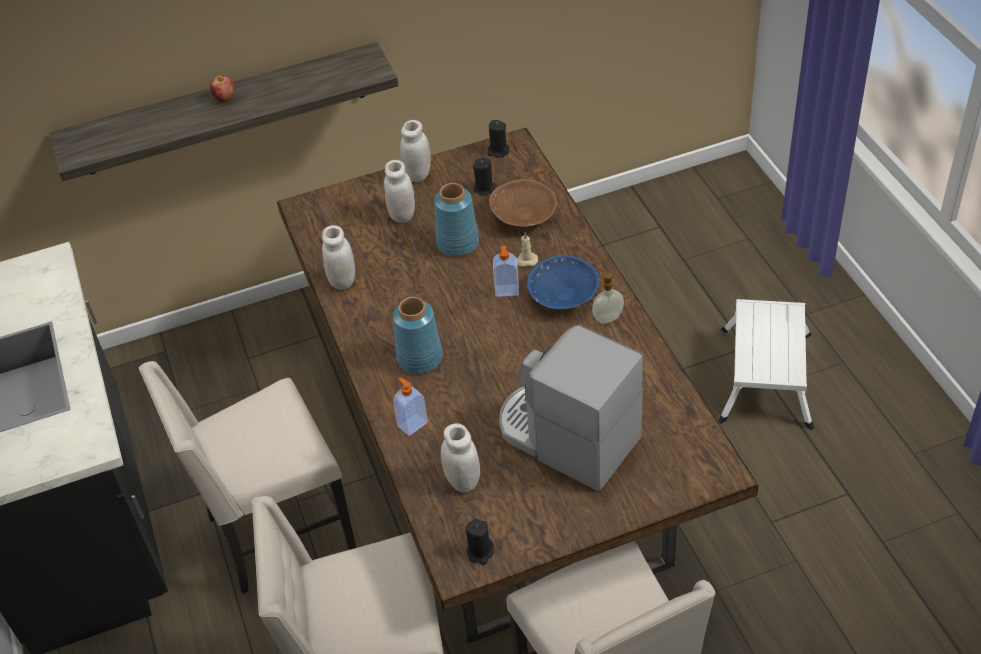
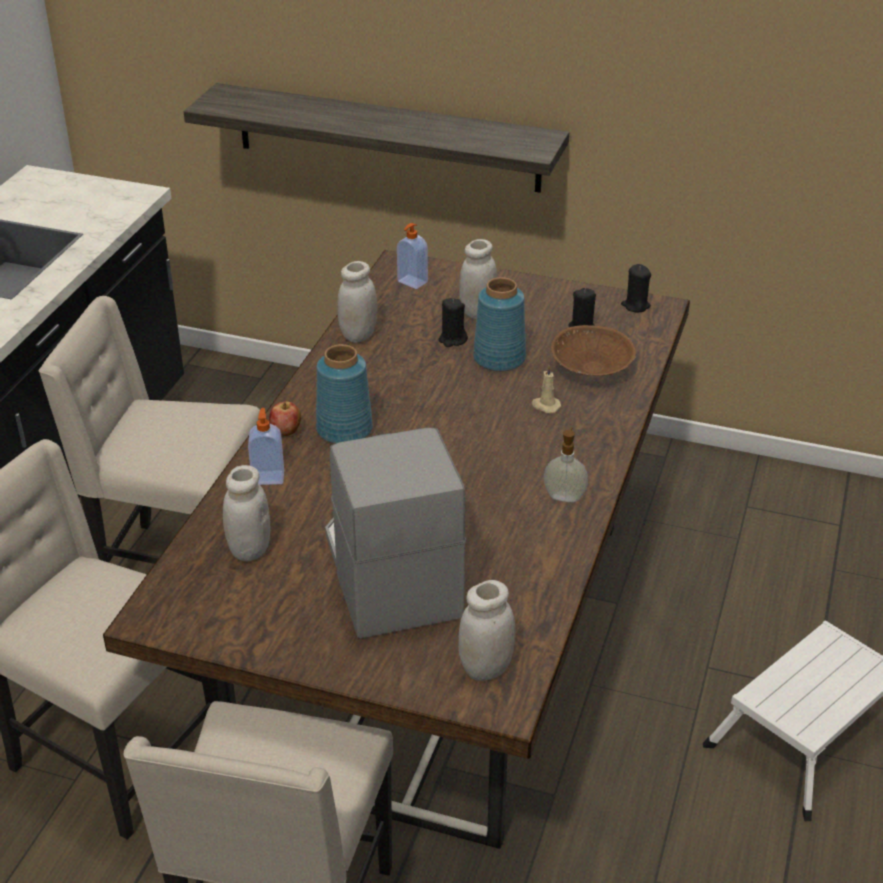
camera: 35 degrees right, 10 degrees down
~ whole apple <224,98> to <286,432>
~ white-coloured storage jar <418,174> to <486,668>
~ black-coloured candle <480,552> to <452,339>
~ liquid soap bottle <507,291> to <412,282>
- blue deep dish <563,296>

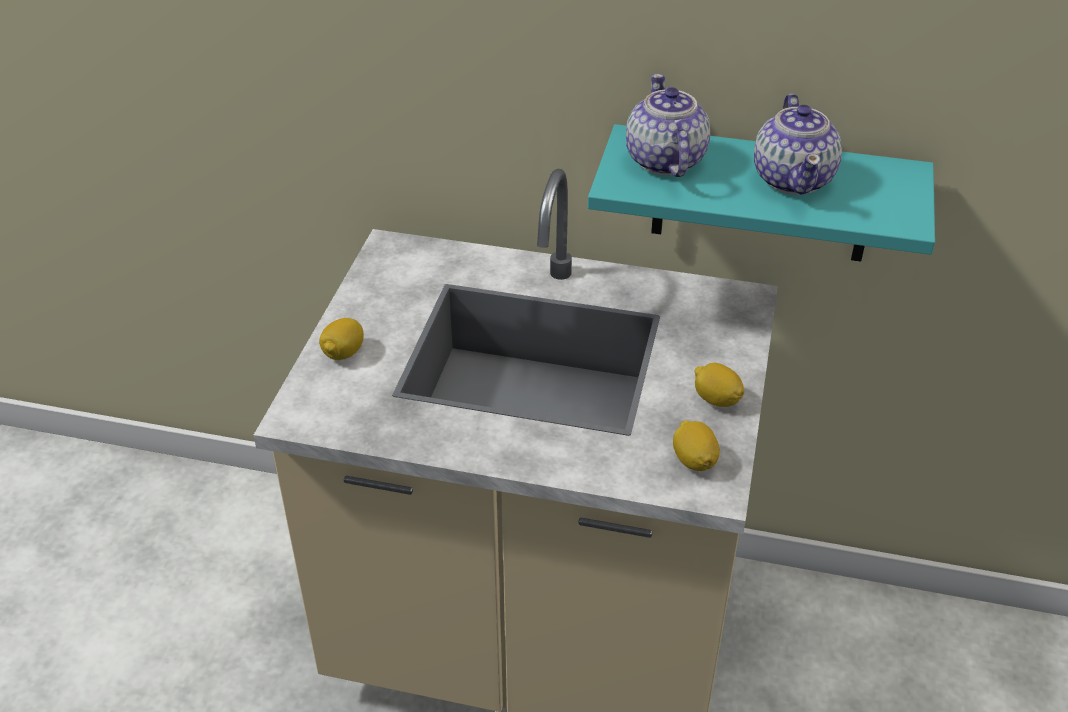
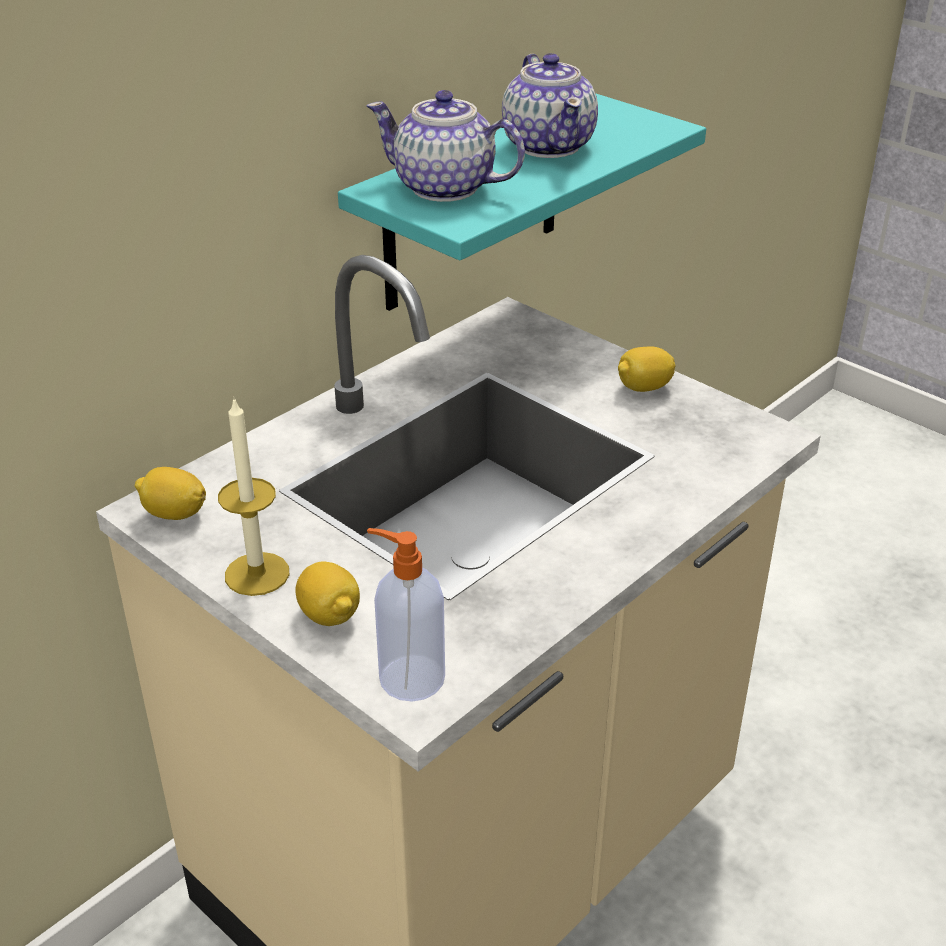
camera: 60 degrees left, 5 degrees down
~ citrus fruit <694,460> to <174,514>
~ teapot <793,179> = <549,145> 45 degrees clockwise
+ candle <257,574>
+ liquid soap bottle <409,677>

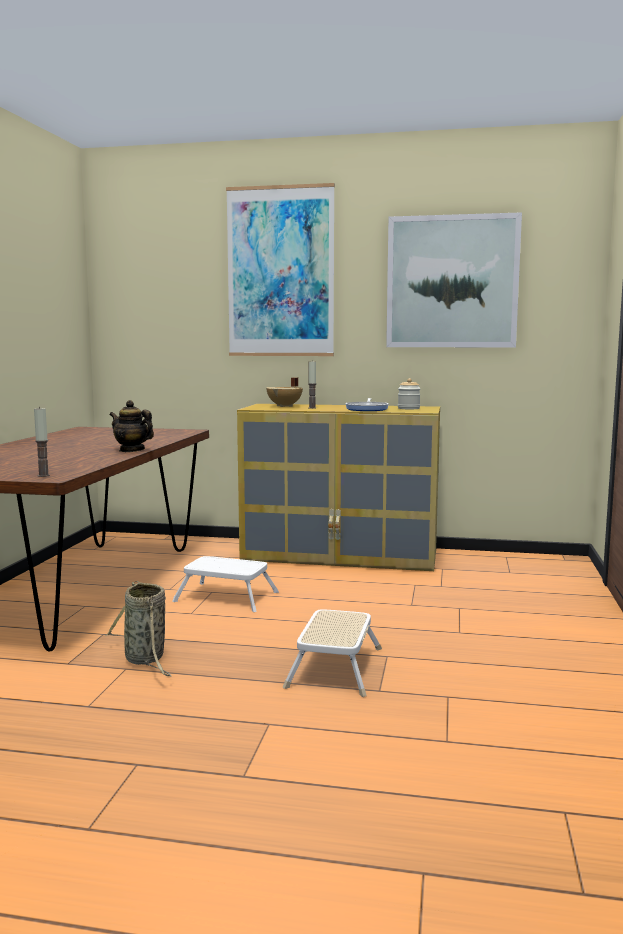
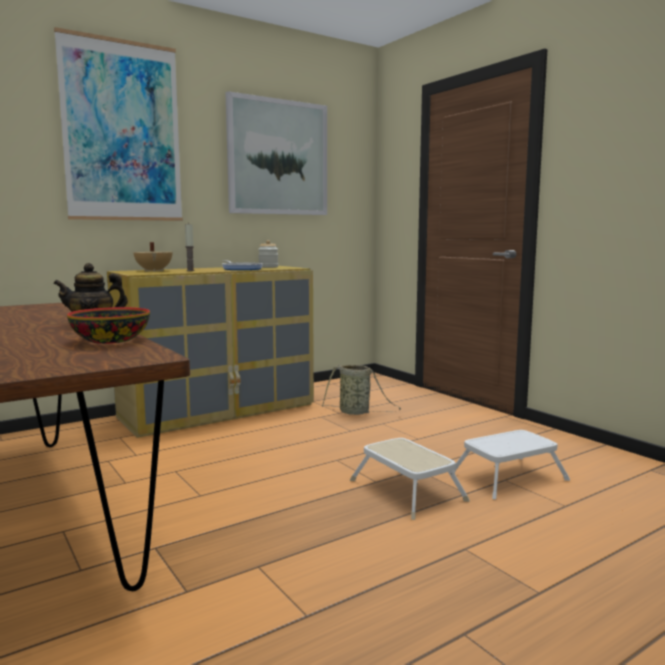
camera: 45 degrees left, 0 degrees up
- candle <43,475>
~ basket <146,660> to <356,412>
~ white-coloured step ladder <226,596> to <508,476>
+ deep dish <110,340>

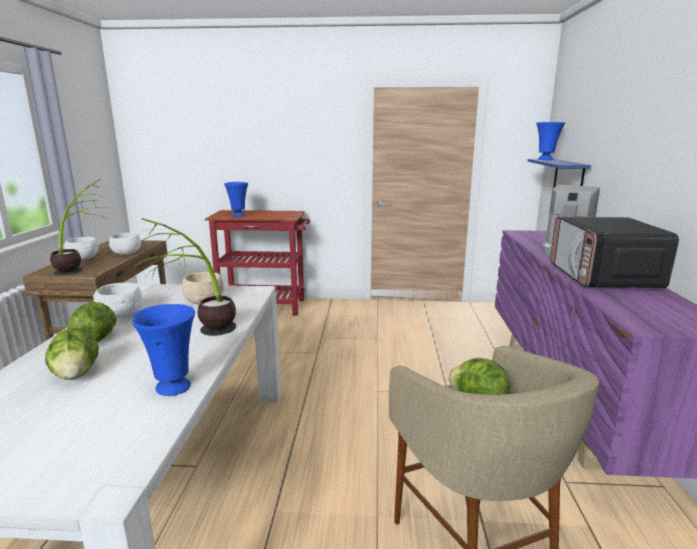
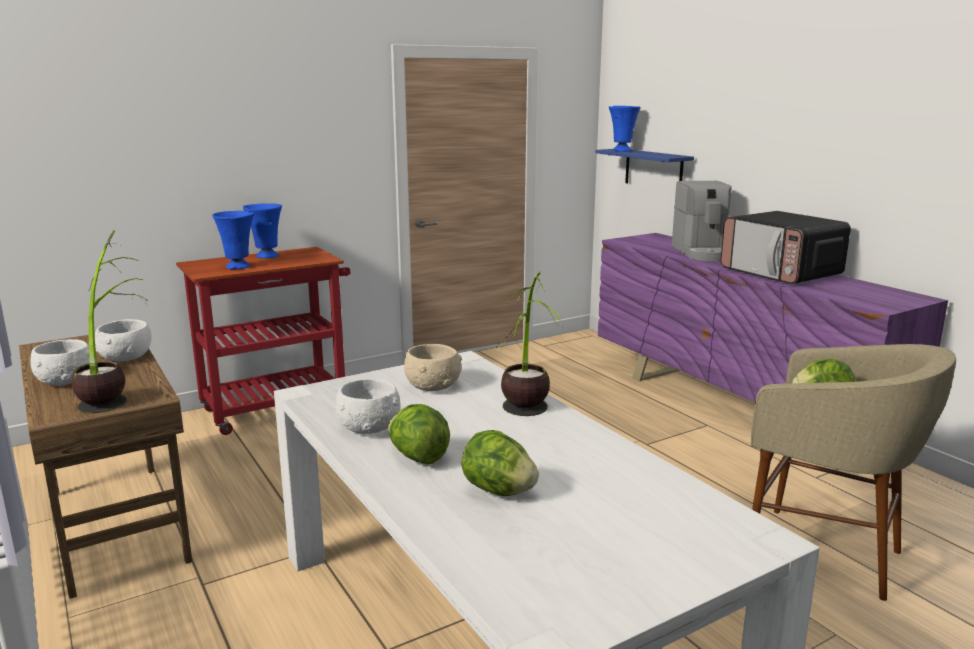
camera: 35 degrees left, 0 degrees up
~ blue decorative vase <173,387> to <266,256>

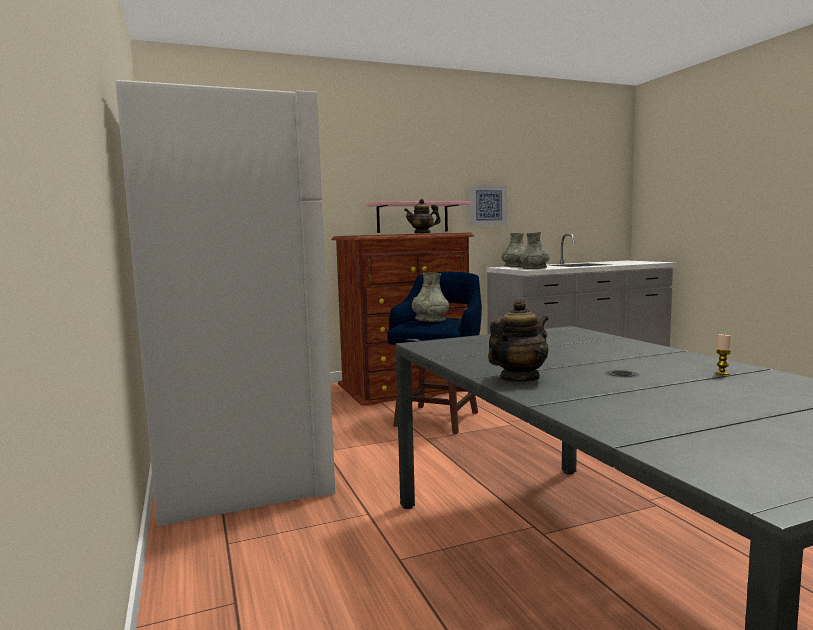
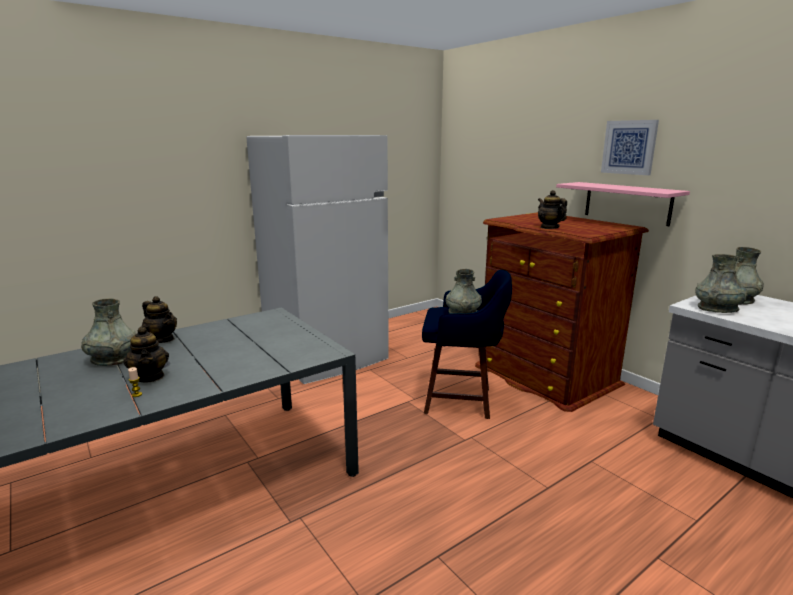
camera: 75 degrees right, 10 degrees up
~ wall art <487,205> to <629,147>
+ gray decorative vase <113,359>
+ teapot <150,377>

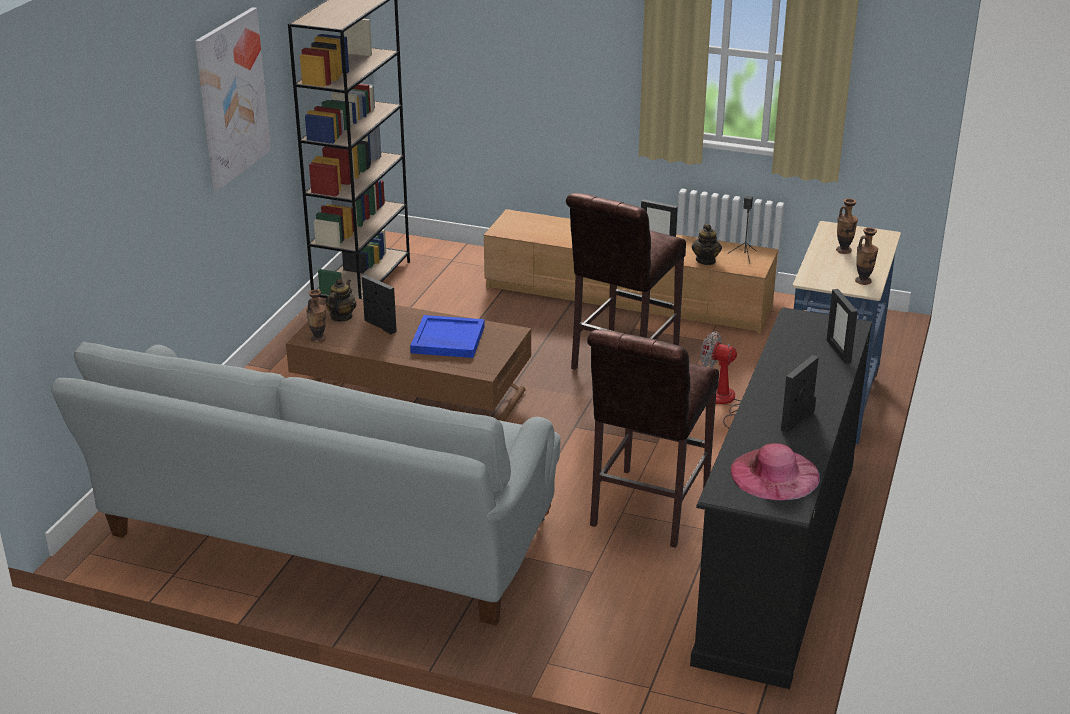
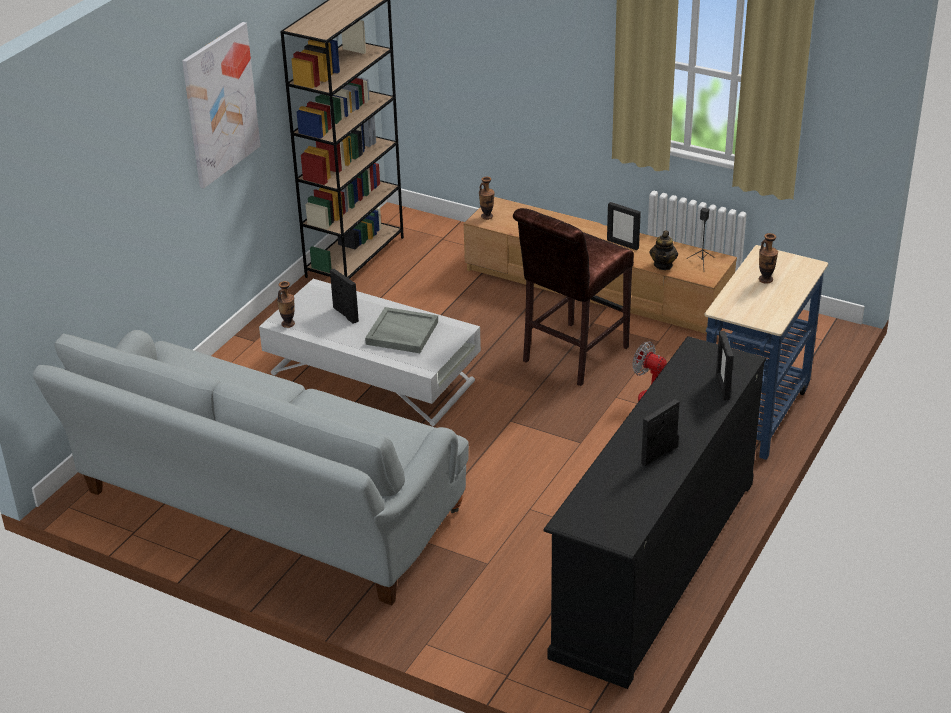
camera: 10 degrees right, 5 degrees up
~ brown-coloured coffee table <411,395> to white-coloured coffee table <371,377>
- teapot <341,317>
~ blue tray <447,340> to gray tray <401,333>
- brown-coloured sitting stool <646,511>
- pink-coloured wearable hat <774,474>
~ decorative vase <863,281> to <487,216>

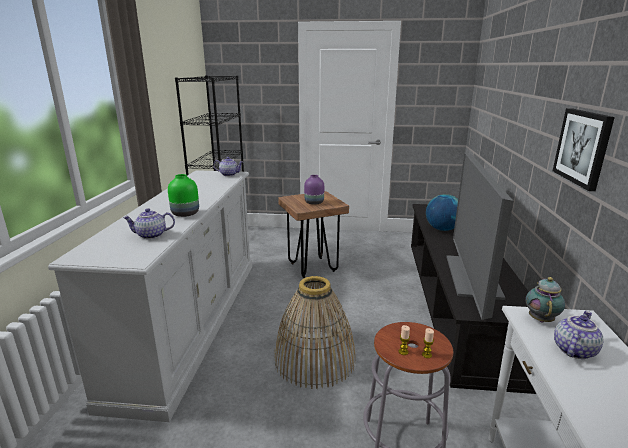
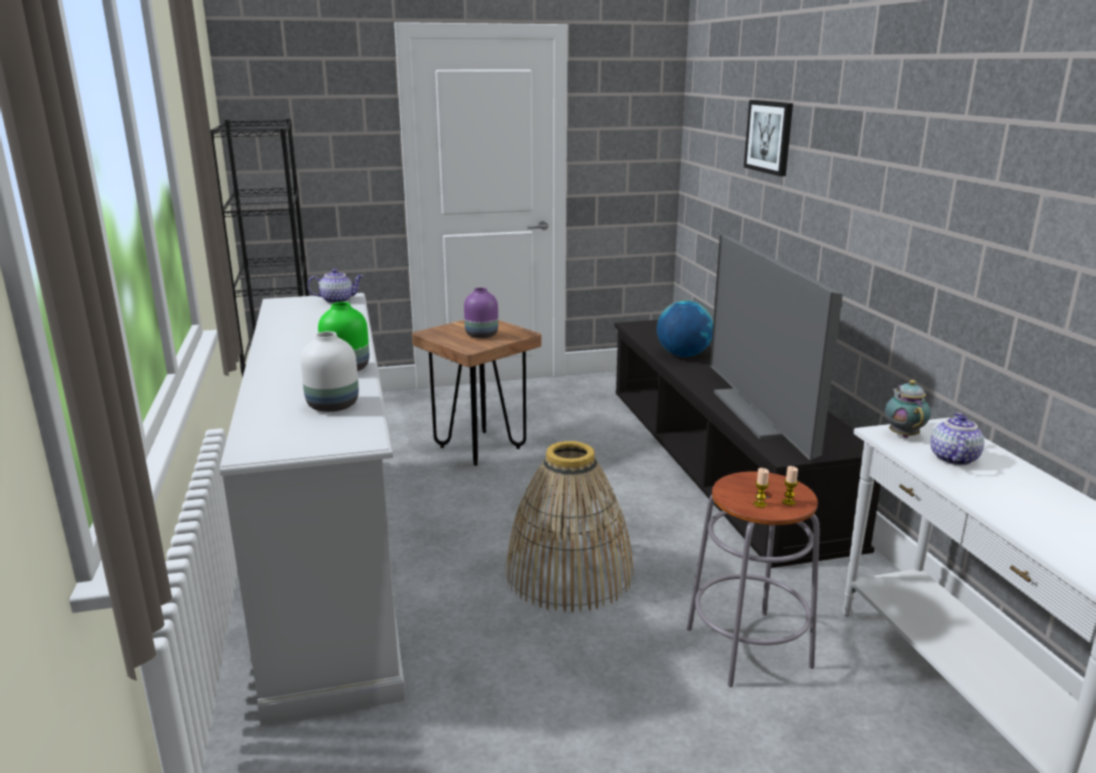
camera: 20 degrees left, 0 degrees up
~ teapot <151,235> to white-coloured decorative vase <334,406>
~ wall art <583,147> to <769,137>

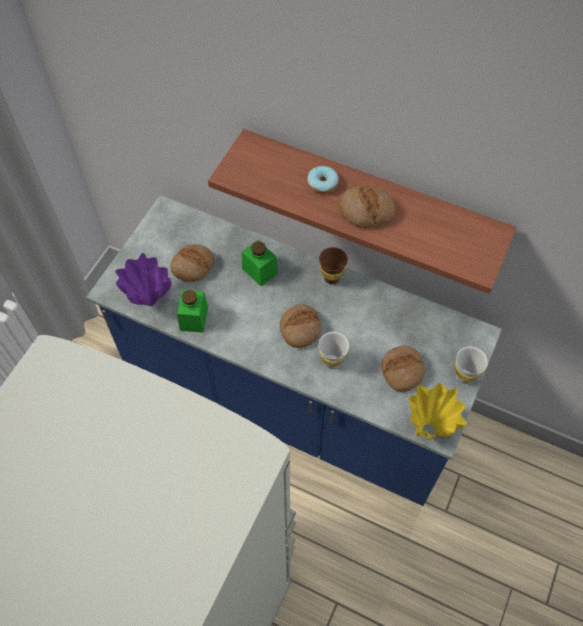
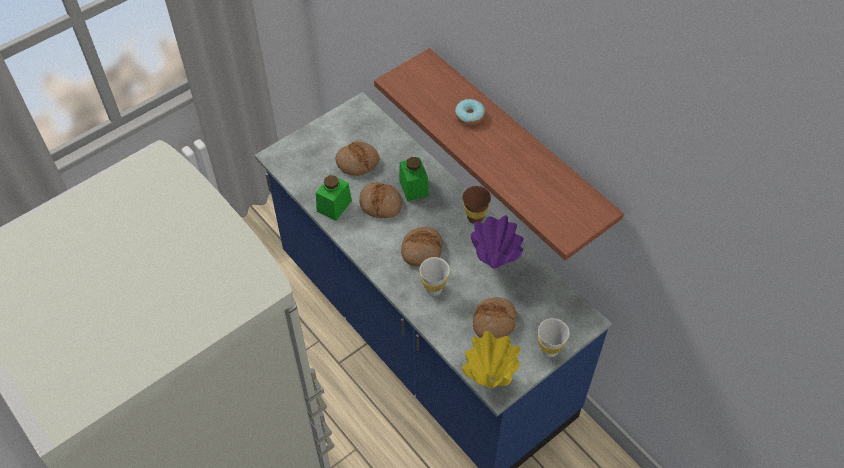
camera: 25 degrees right, 5 degrees down
~ purple decorative vase <149,301> to <493,263>
~ bread <366,210> to <380,204>

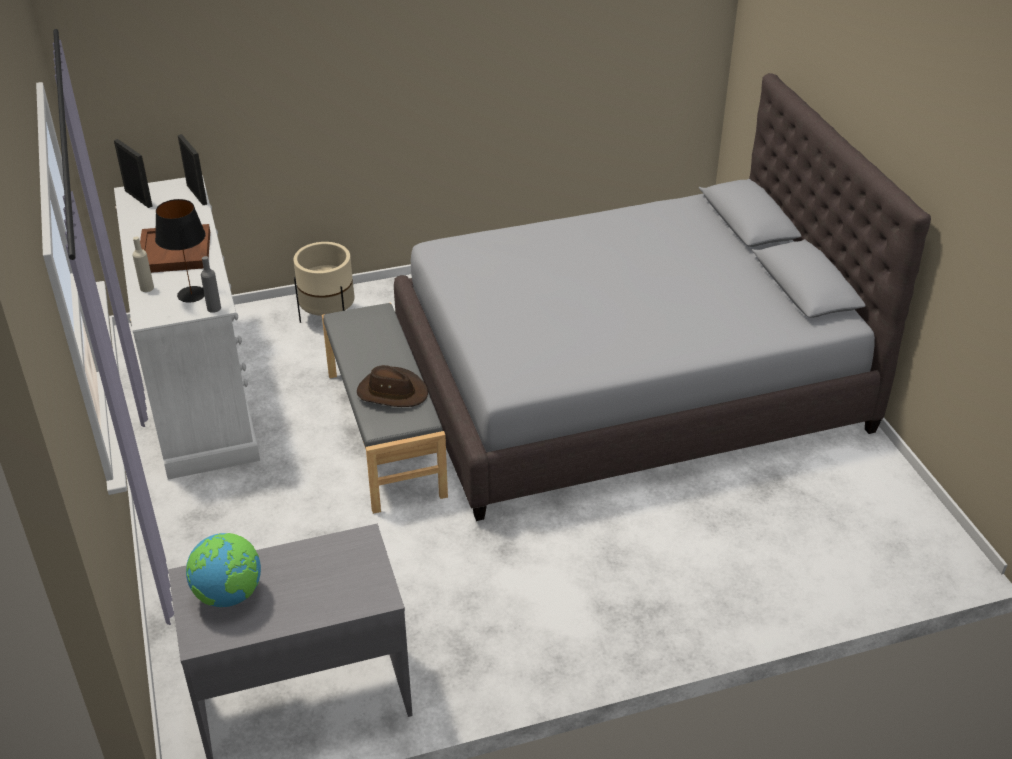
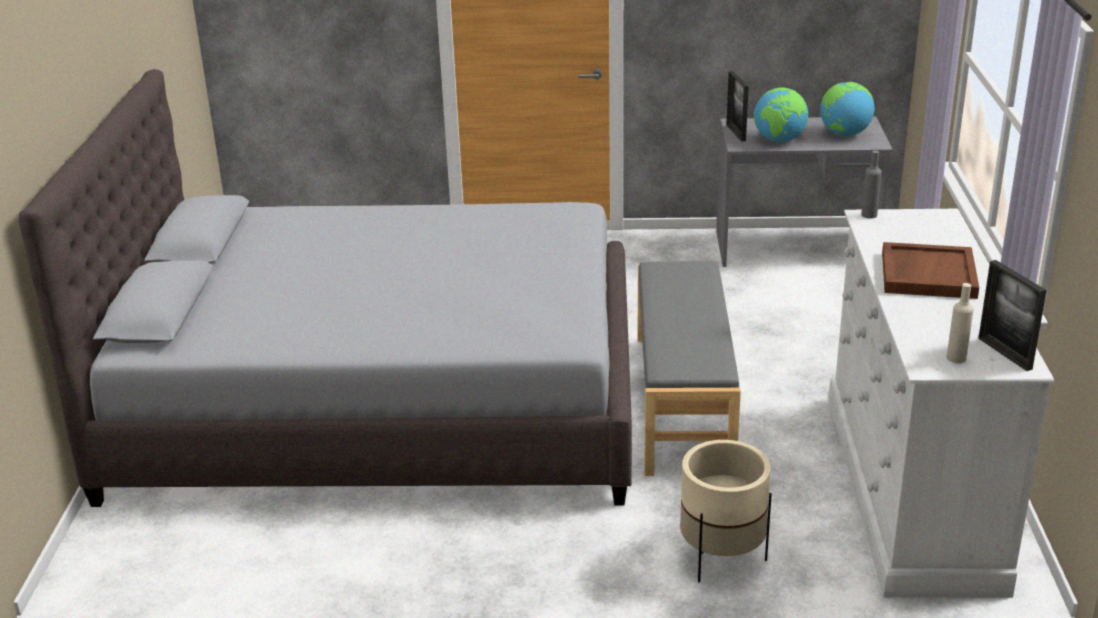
camera: 160 degrees left, 10 degrees down
~ beige bottle <147,288> to <956,358>
- black-coloured tabletop lamp <191,294>
~ picture frame <197,194> to <736,133>
- brown-coloured wearable hat <392,392>
+ world globe <779,140>

